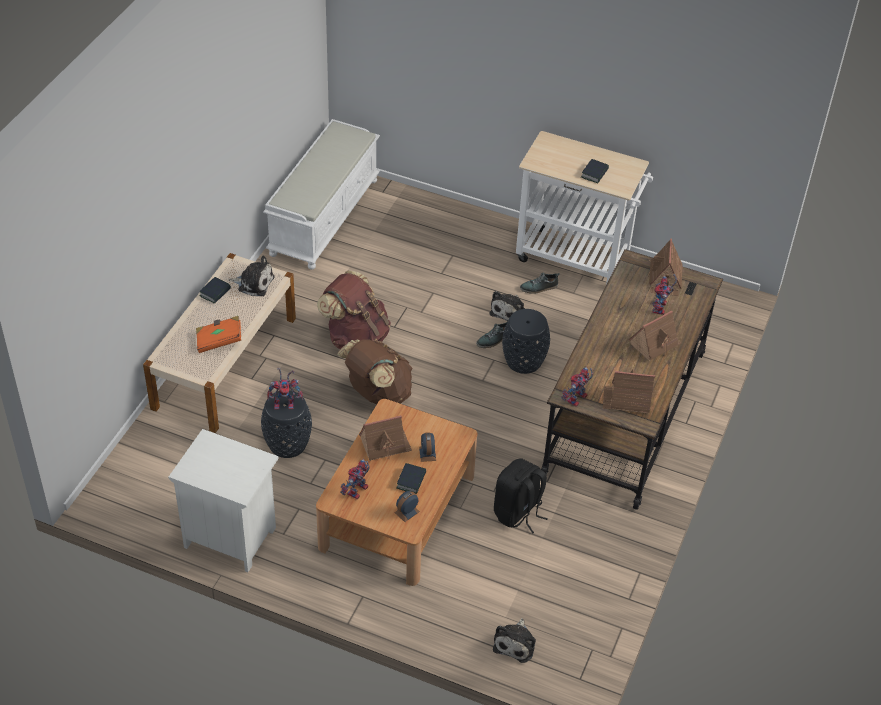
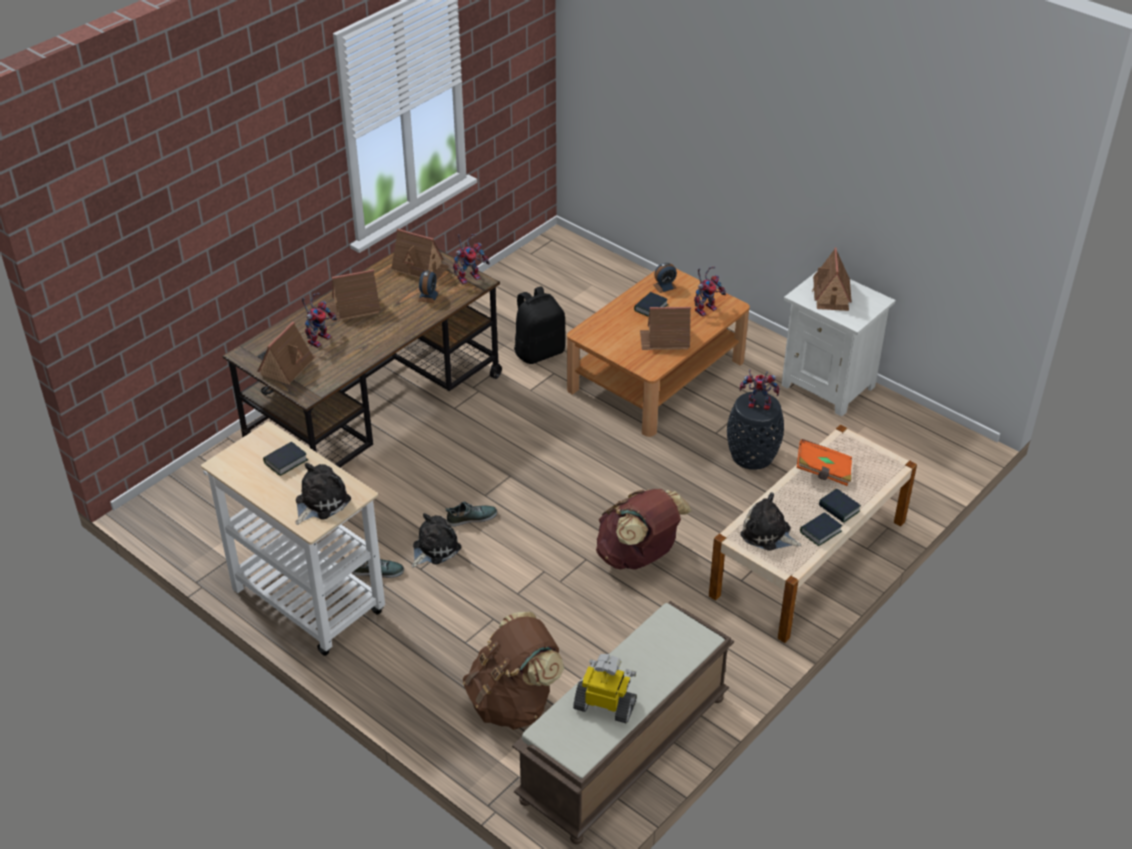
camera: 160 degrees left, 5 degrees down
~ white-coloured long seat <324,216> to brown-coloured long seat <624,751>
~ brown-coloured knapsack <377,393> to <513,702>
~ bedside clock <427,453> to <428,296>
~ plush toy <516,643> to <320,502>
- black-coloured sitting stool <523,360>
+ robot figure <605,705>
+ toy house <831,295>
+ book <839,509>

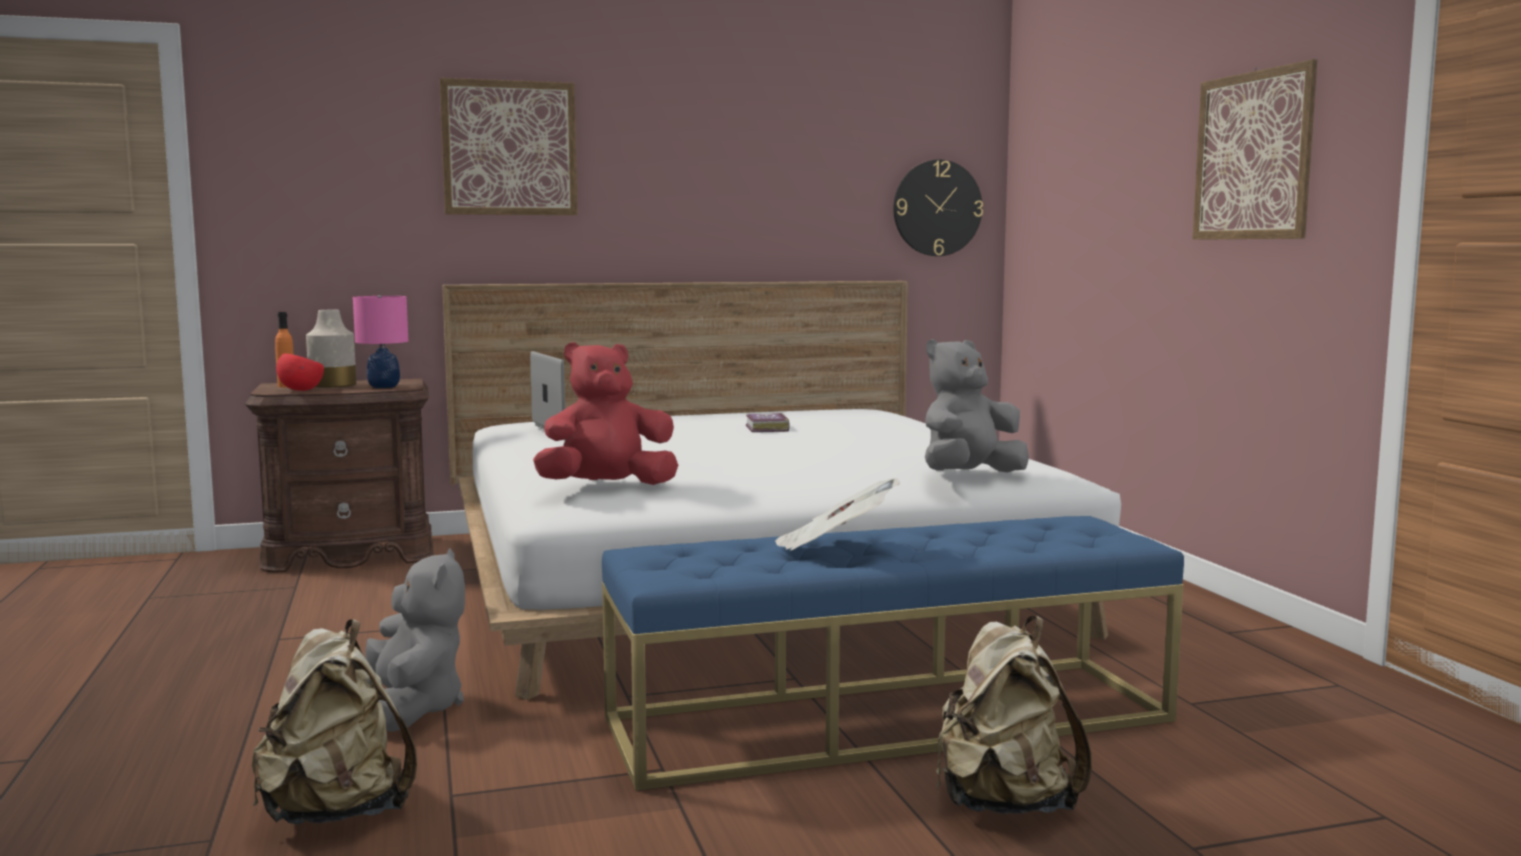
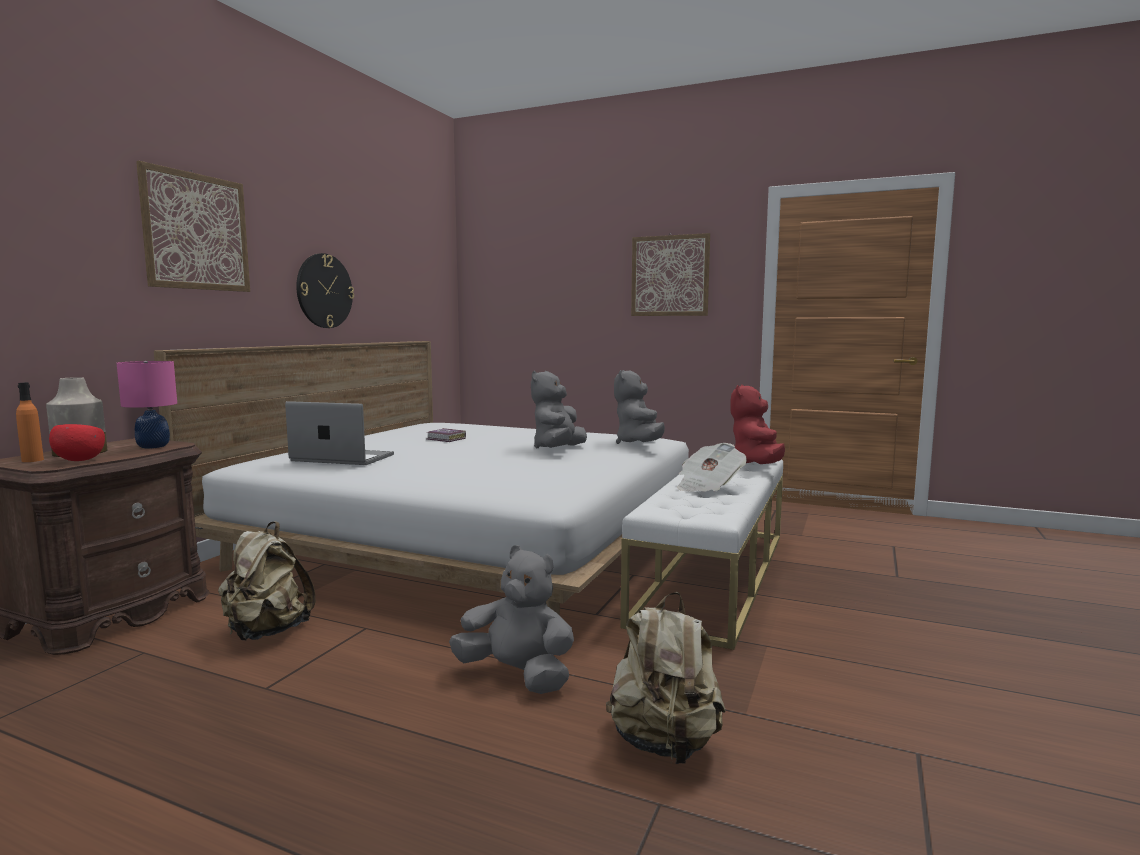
camera: 50 degrees left, 0 degrees up
~ reddish plush toy <606,487> to <757,465>
~ blue long seat <890,719> to white-coloured long seat <713,575>
~ hanging clock <937,208> to <324,291>
~ beige knapsack <1003,804> to <266,632>
+ gray plush toy <558,449>

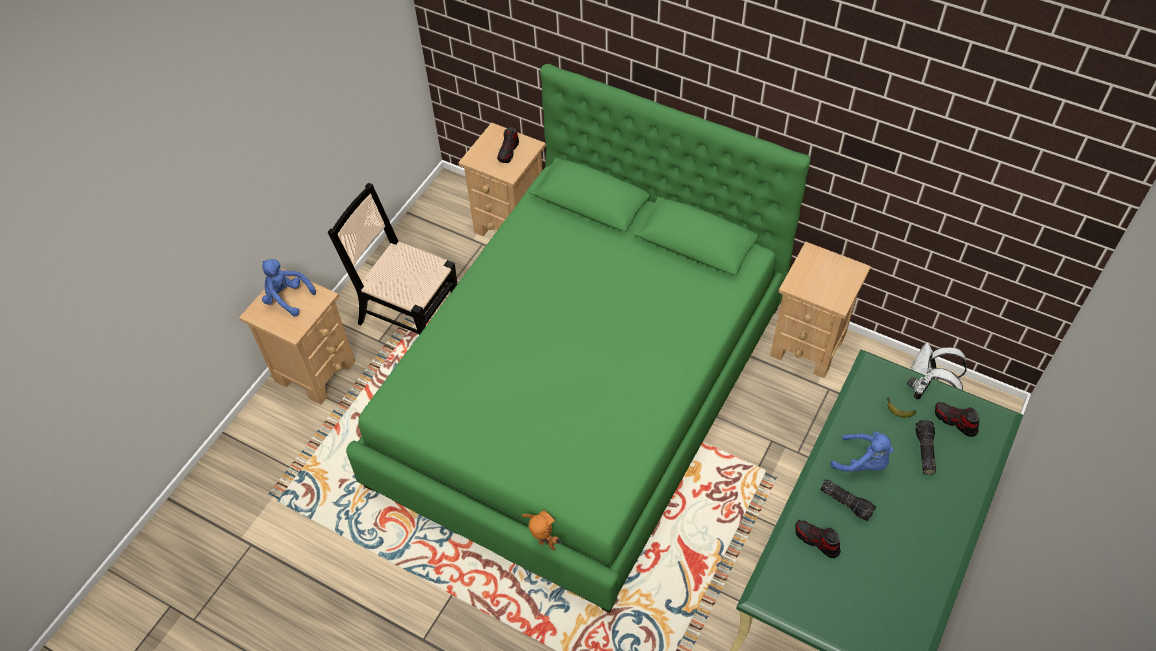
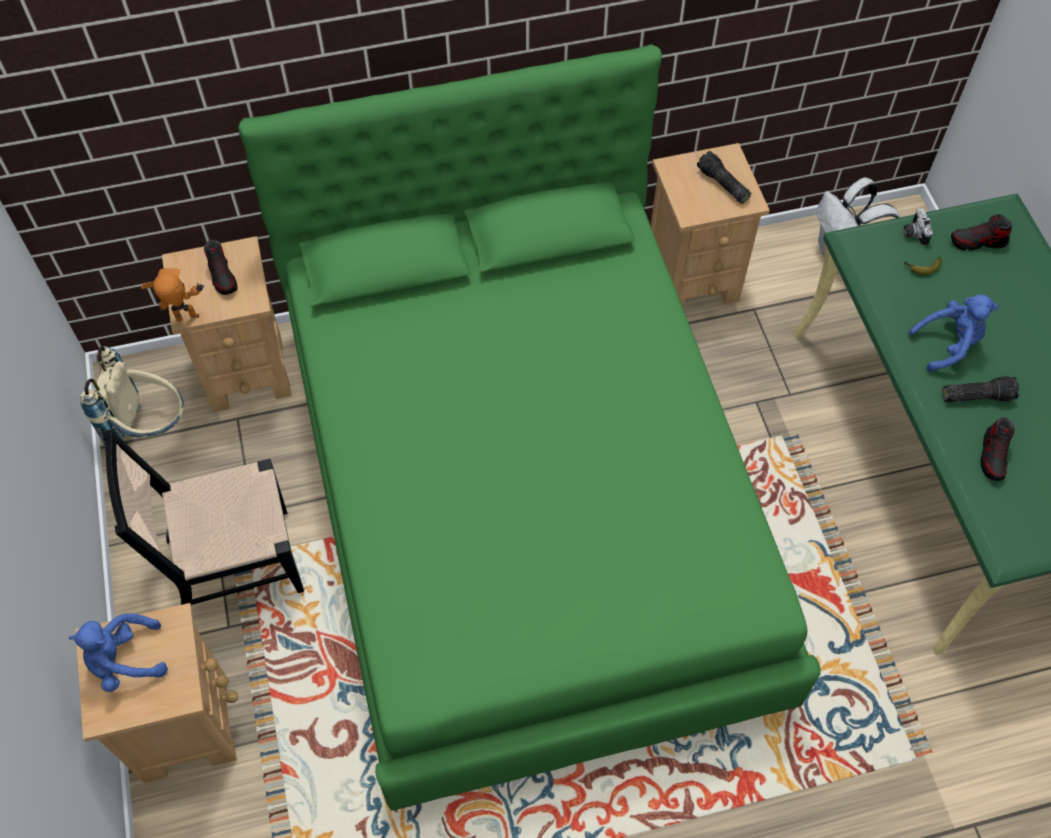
camera: 45 degrees left, 5 degrees up
~ robot figure <546,548> to <188,321>
~ low shoe <816,541> = <993,456> 75 degrees counterclockwise
~ torch <924,450> to <722,184>
+ beige knapsack <150,428>

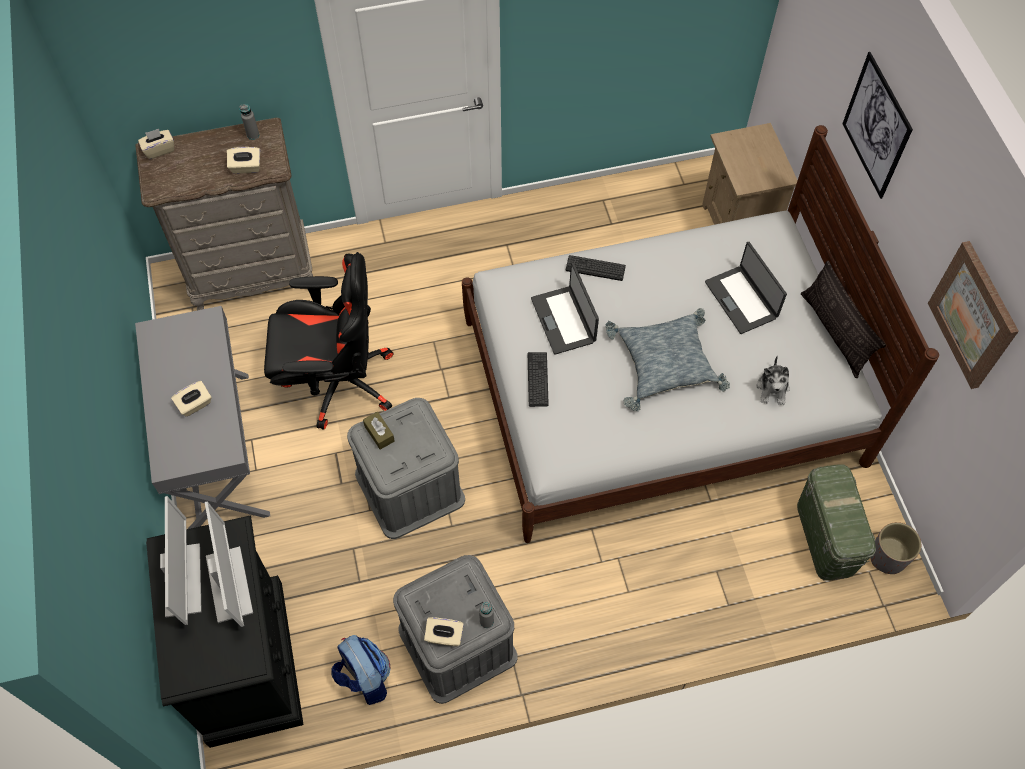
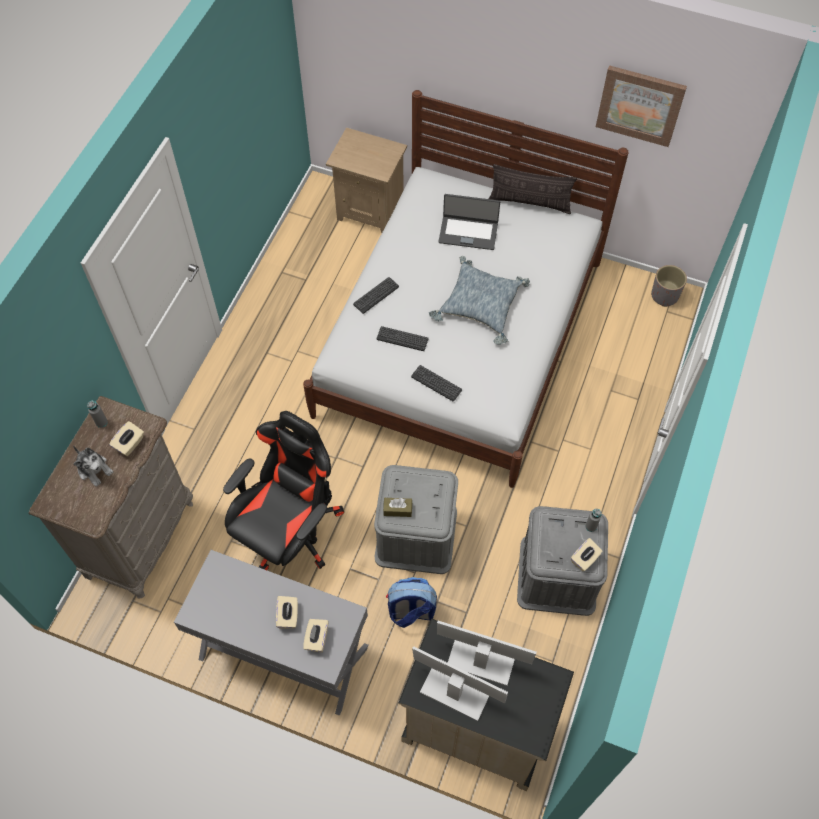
camera: 55 degrees left, 0 degrees up
~ beige tissue box <159,150> to <316,639>
~ knapsack <364,678> to <411,611>
~ laptop <564,320> to PC keyboard <402,339>
~ plush toy <773,388> to <94,469>
- green storage container <825,537>
- wall art <876,126>

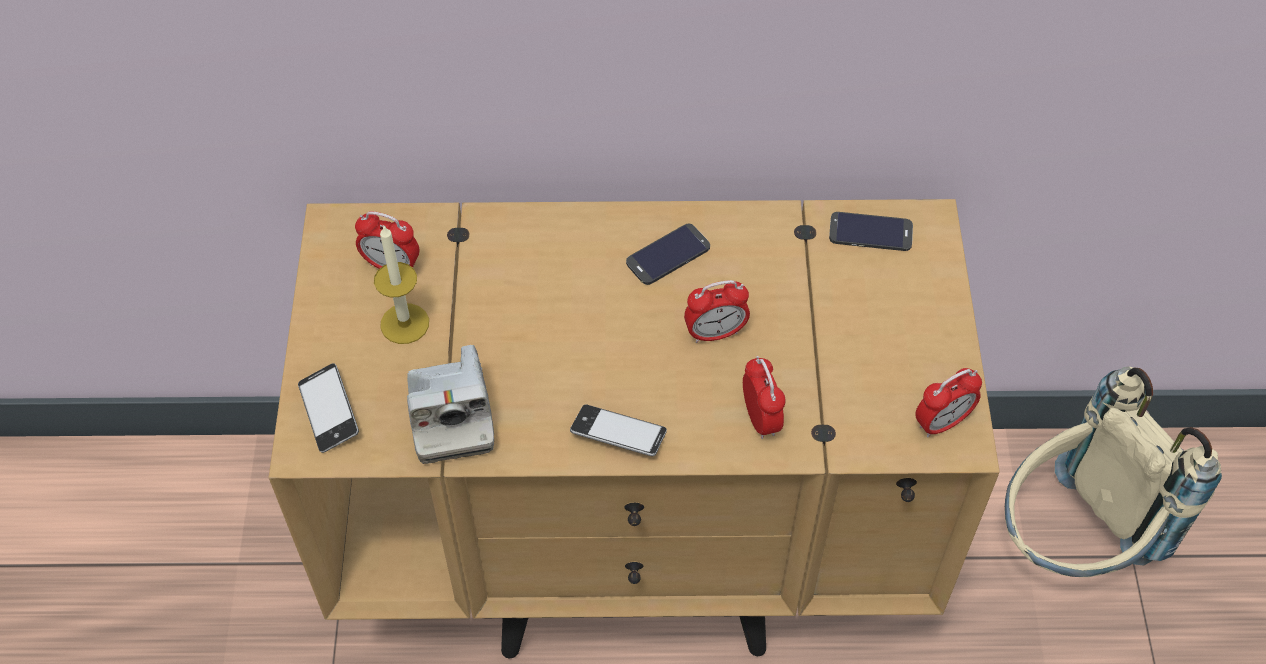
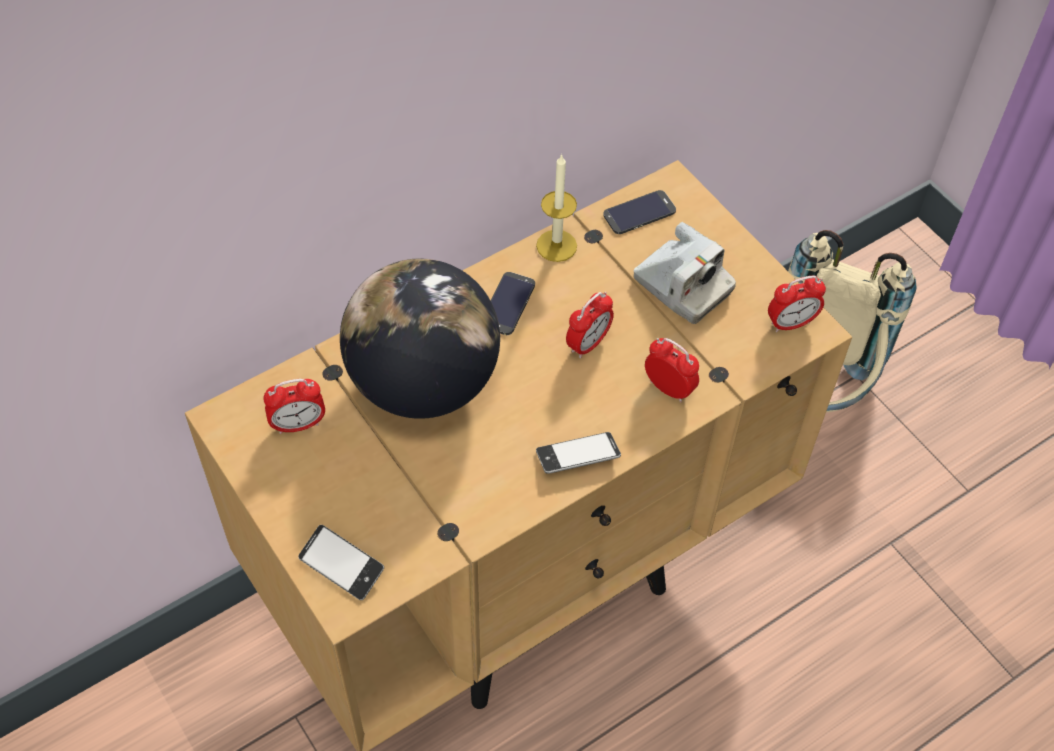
camera: 35 degrees left, 0 degrees up
~ candle <404,323> to <556,245>
~ still camera <451,416> to <682,286>
~ bedside clock <942,423> = <790,323> 45 degrees clockwise
+ world globe <423,382>

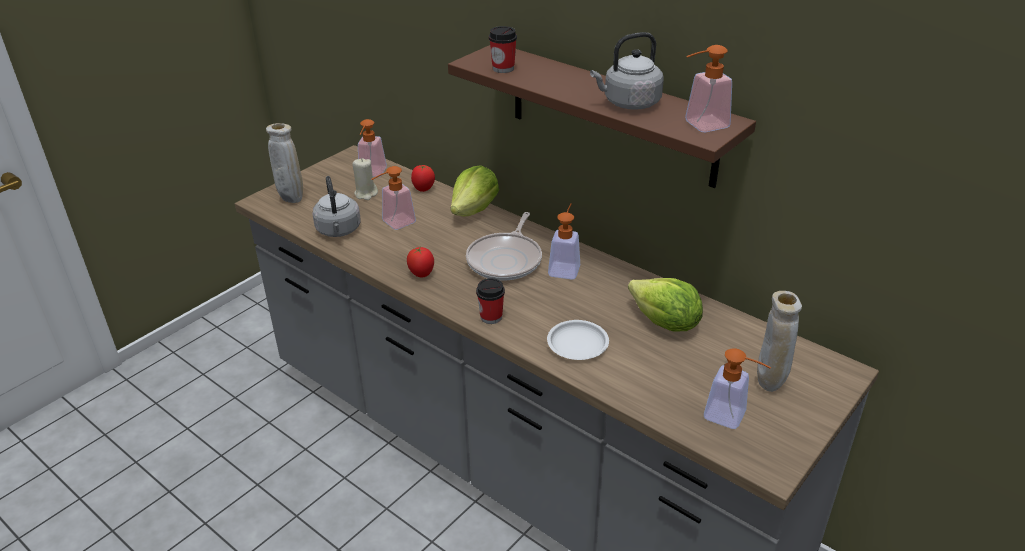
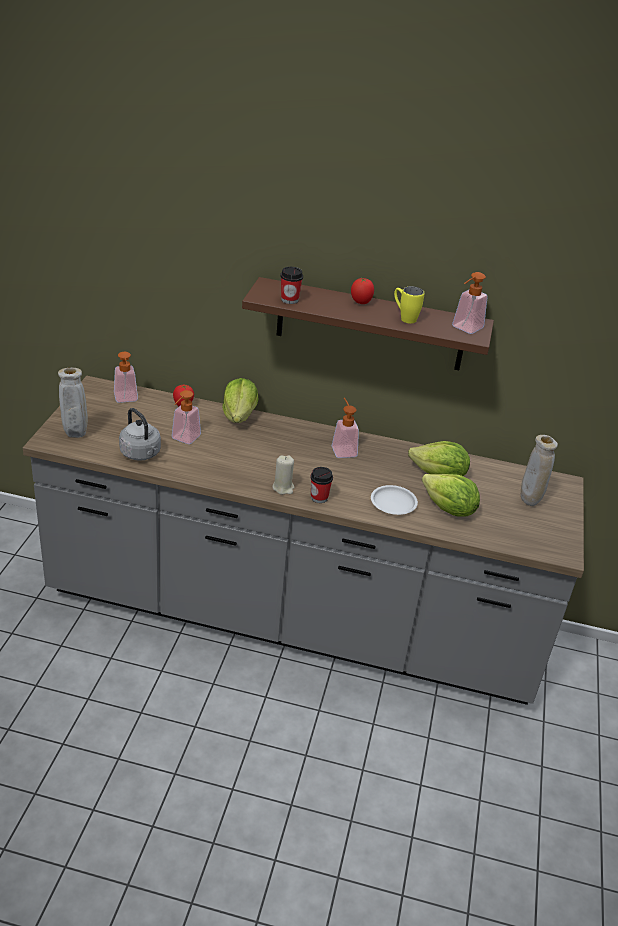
camera: 30 degrees left, 0 degrees up
~ beige candle <366,194> to <283,488>
~ whole tomato <422,274> to <361,302>
- pan <506,260>
~ gray water kettle <629,103> to yellow coffee mug <404,317>
- liquid soap bottle <732,417>
+ lettuce head <448,509>

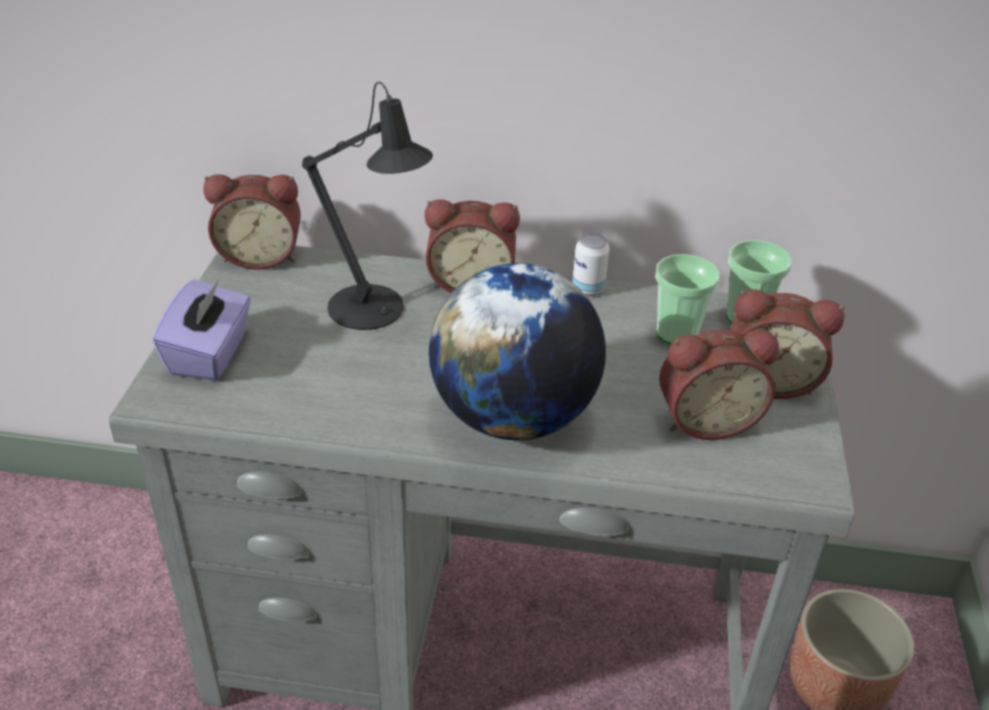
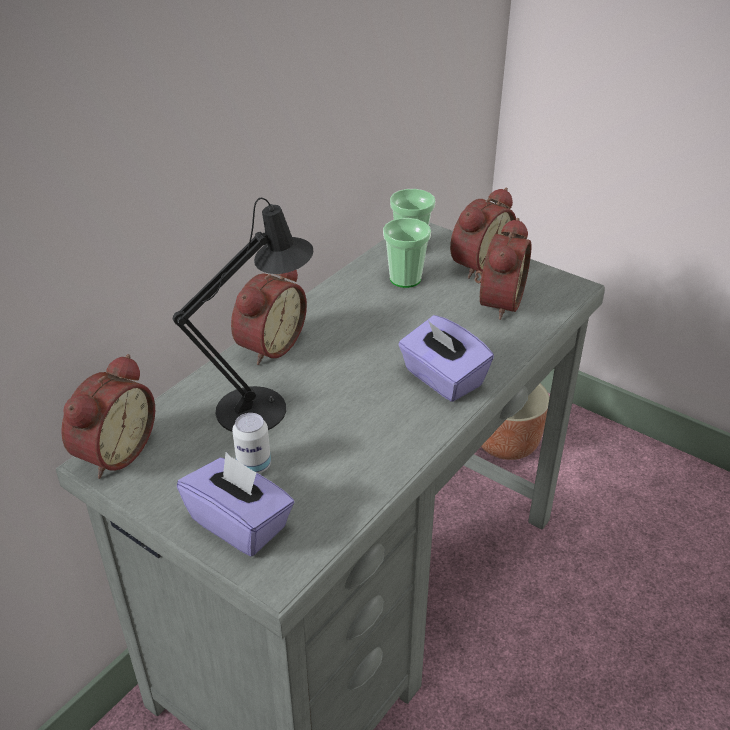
camera: 60 degrees left, 0 degrees up
~ world globe <514,417> to purple tissue box <442,379>
~ sealed can <588,288> to <254,465>

